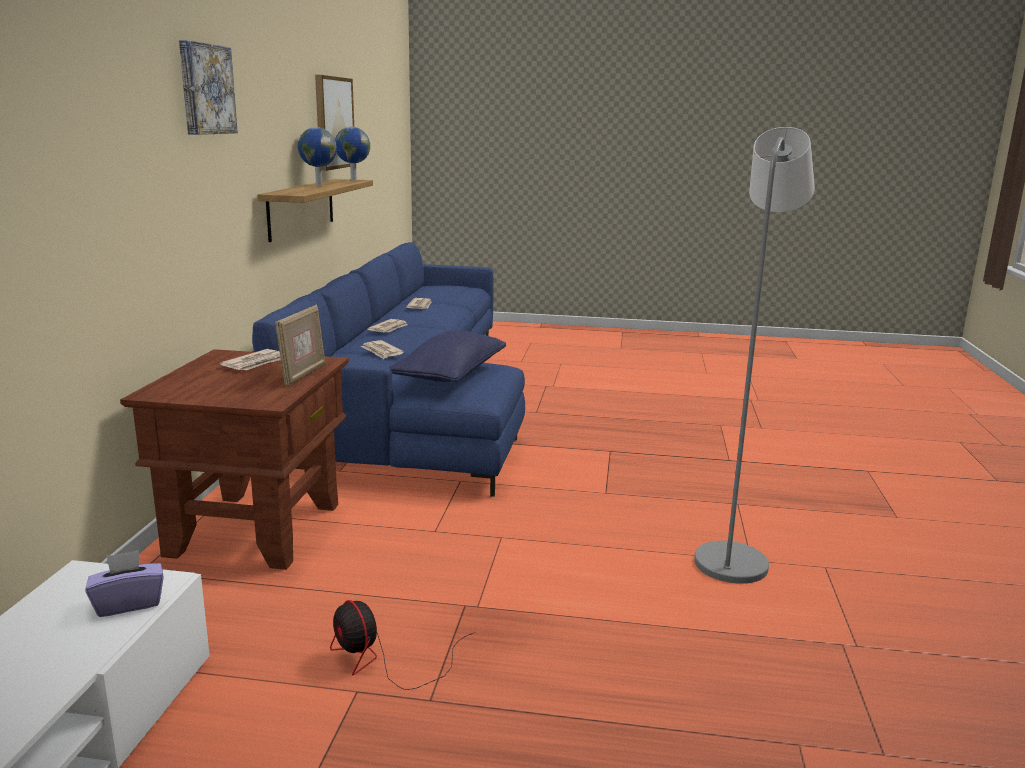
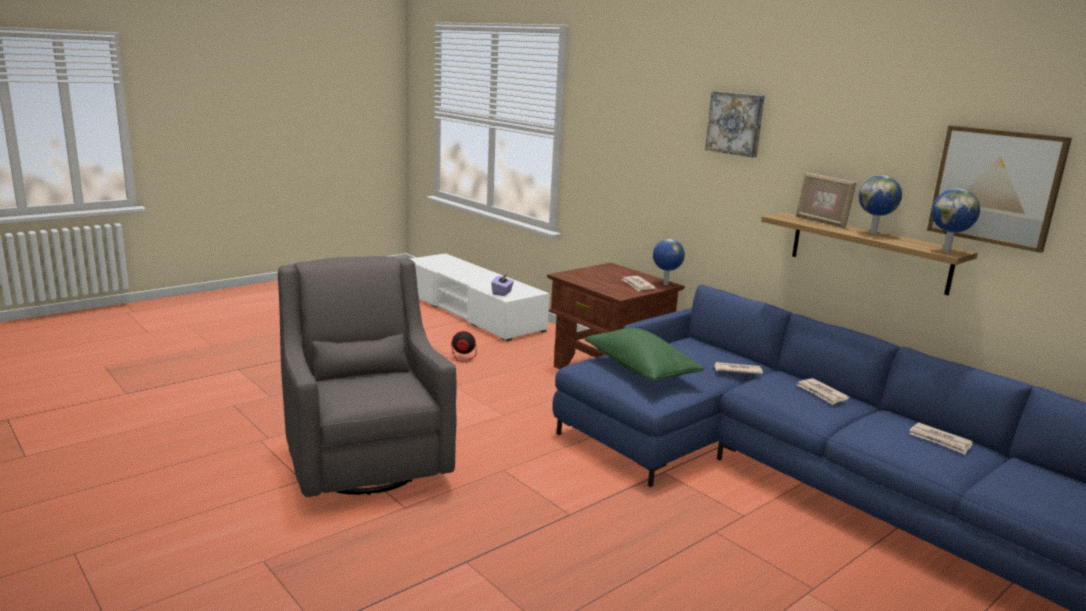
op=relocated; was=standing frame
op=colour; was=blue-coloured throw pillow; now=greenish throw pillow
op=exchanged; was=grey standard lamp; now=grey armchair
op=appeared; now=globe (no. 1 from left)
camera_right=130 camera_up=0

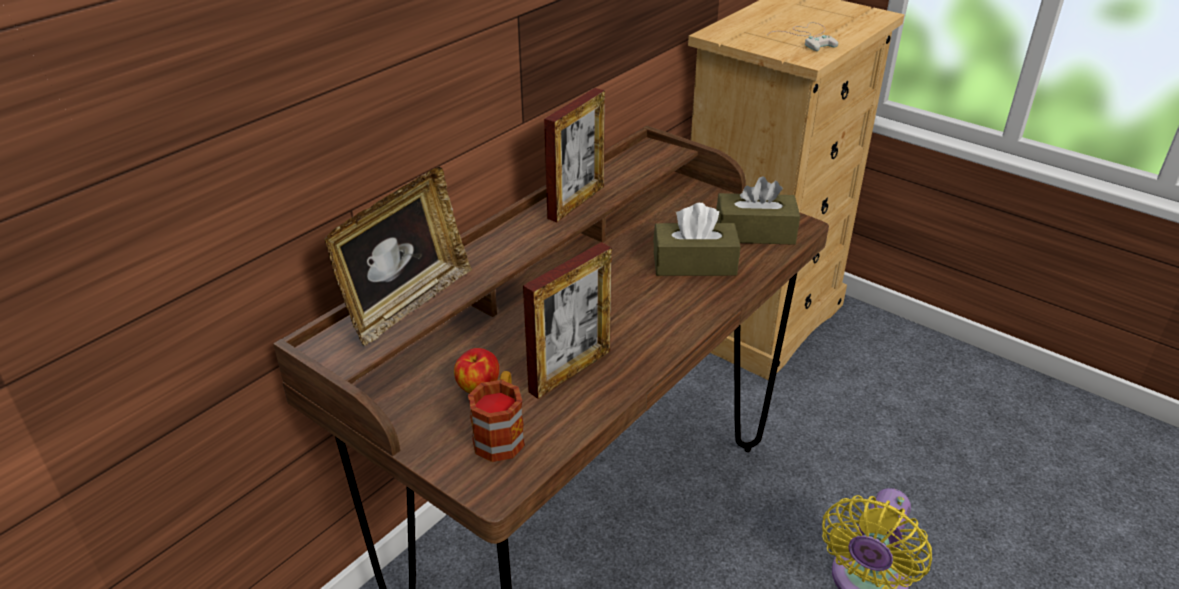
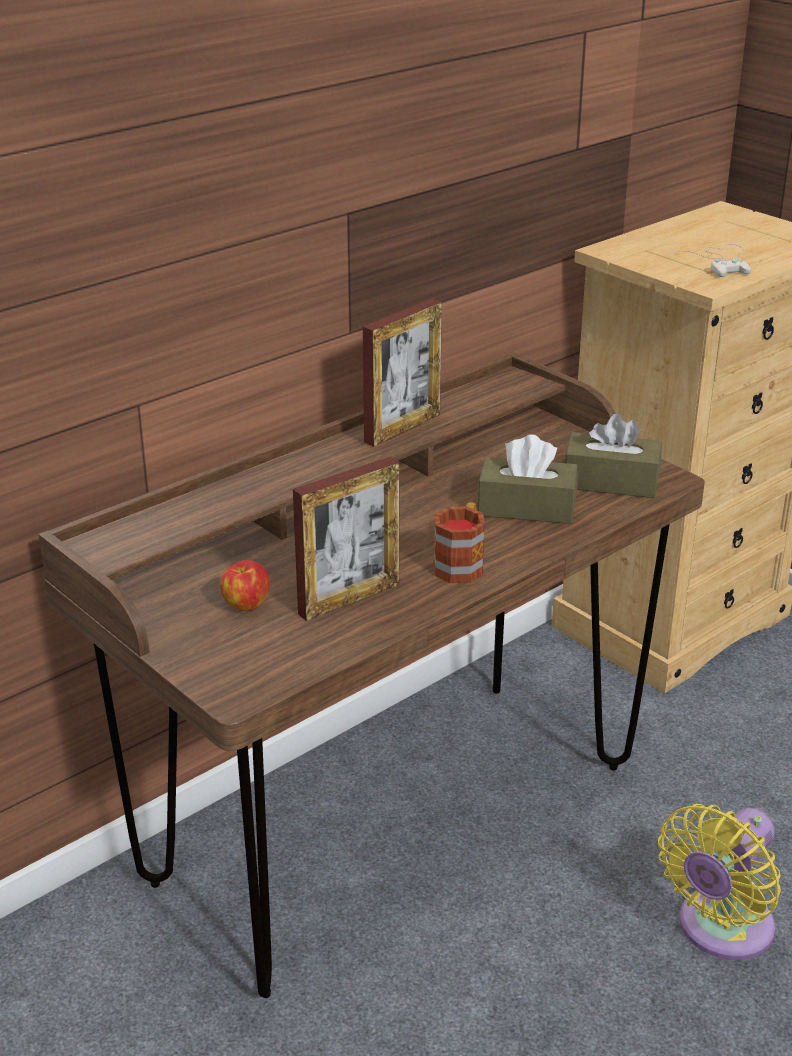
op=missing; was=standing frame (no. 1 from left)
op=relocated; was=coffee mug
camera_right=10 camera_up=-5

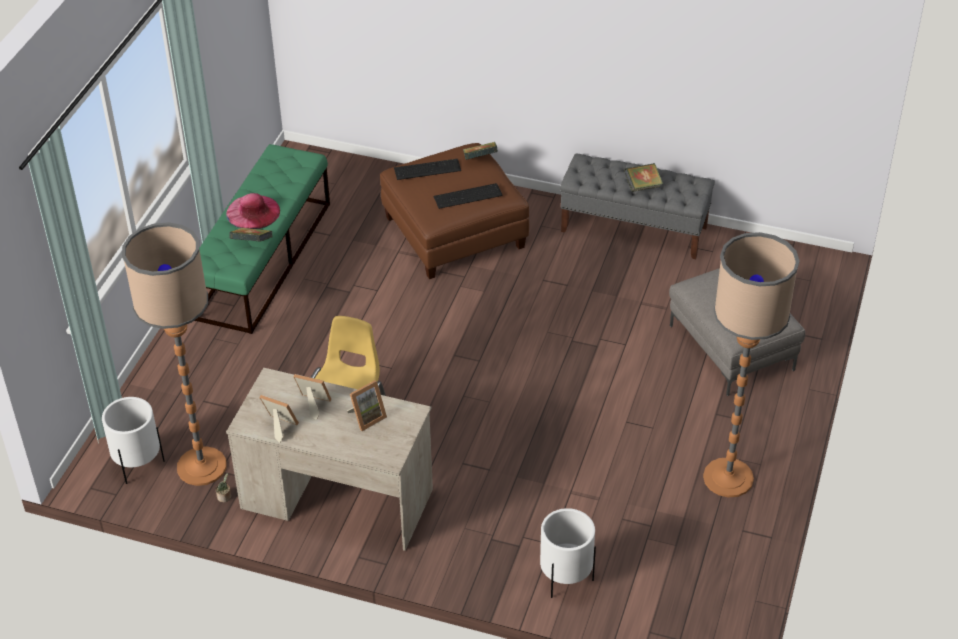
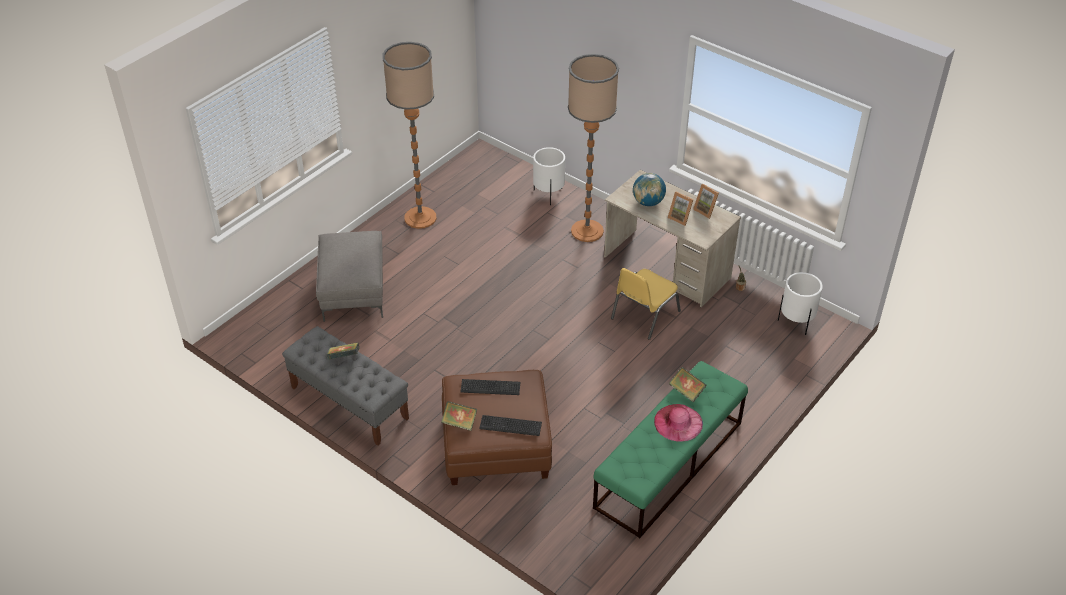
op=relocated; was=standard lamp (no. 1 from left in the first image); now=standard lamp (no. 2 from left)
op=exchanged; was=standing frame (no. 3 from left); now=globe
camera_right=-160 camera_up=0

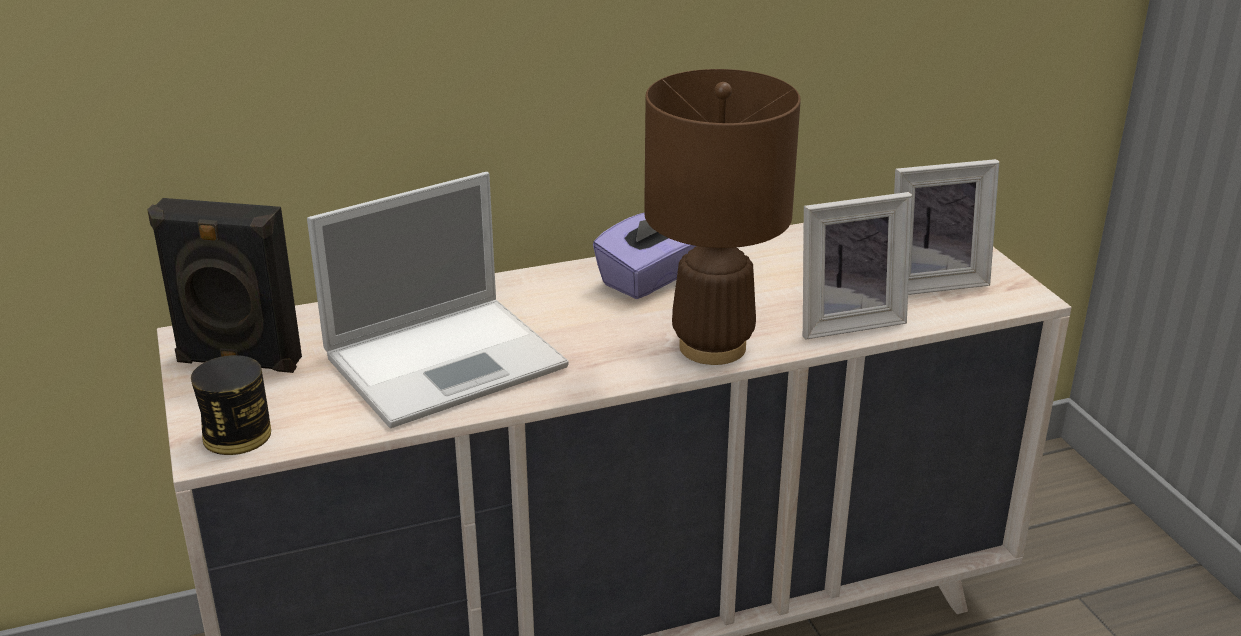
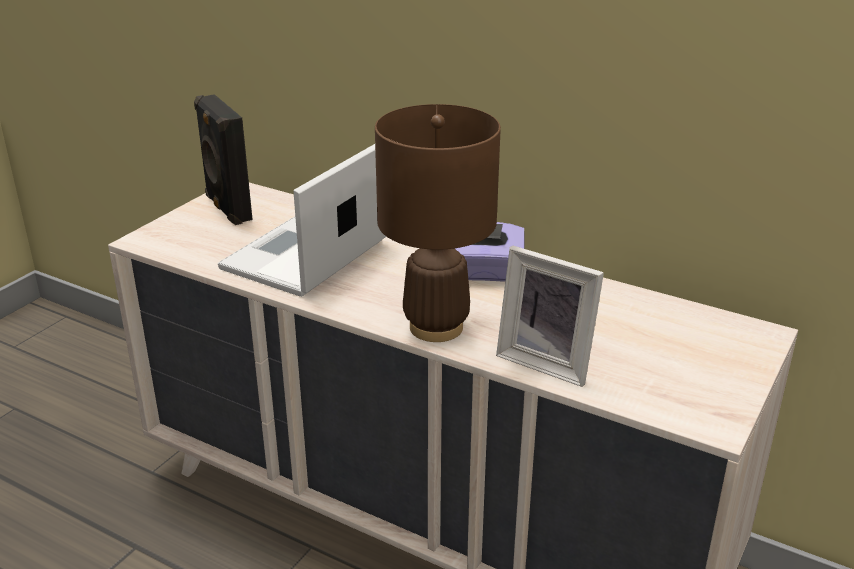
op=missing; was=sealed can
op=spun; was=notebook computer; clockwise=105
op=missing; was=standing frame (no. 2 from left)
camera_right=50 camera_up=0

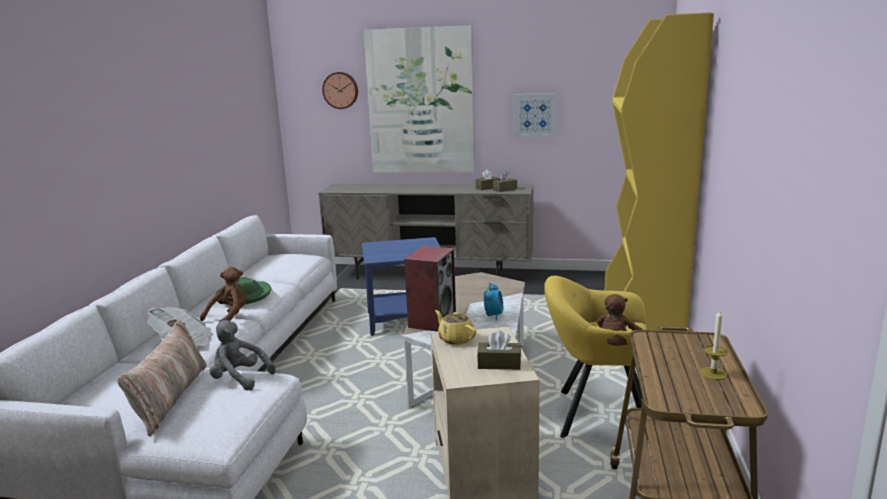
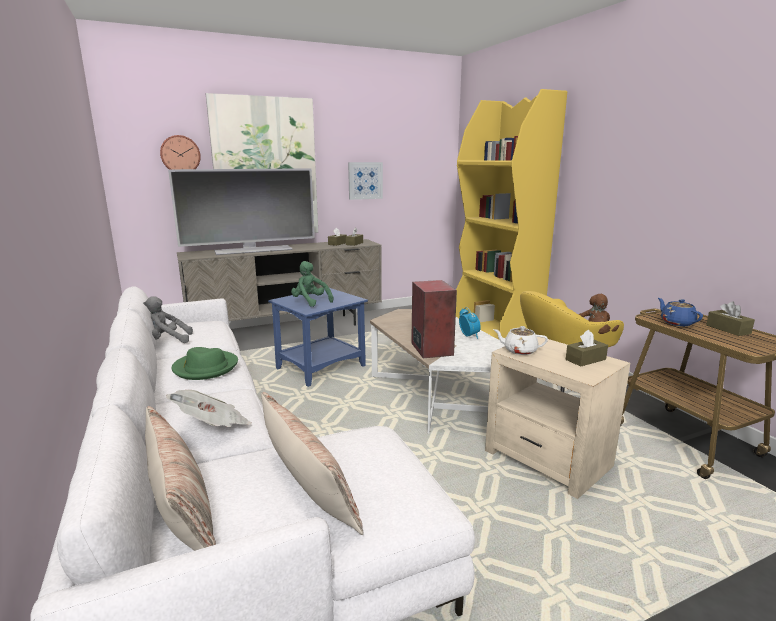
op=missing; was=brown plush toy (no. 1 from left)
op=relocated; was=grey plush toy
op=colour; was=yellow-coloured tea pot; now=whitish tea pot
op=exchanged; was=wax light; now=brown tissue box (no. 4 from left)
op=appeared; now=throw pillow (no. 1 from left)
op=appeared; now=TV
op=appeared; now=greenish plush toy
op=appeared; now=blue-coloured tea pot
camera_right=-35 camera_up=0

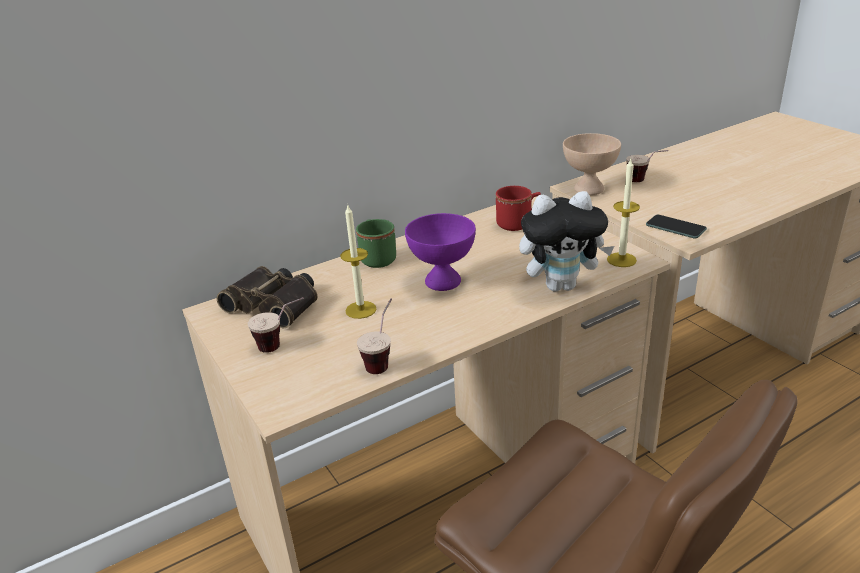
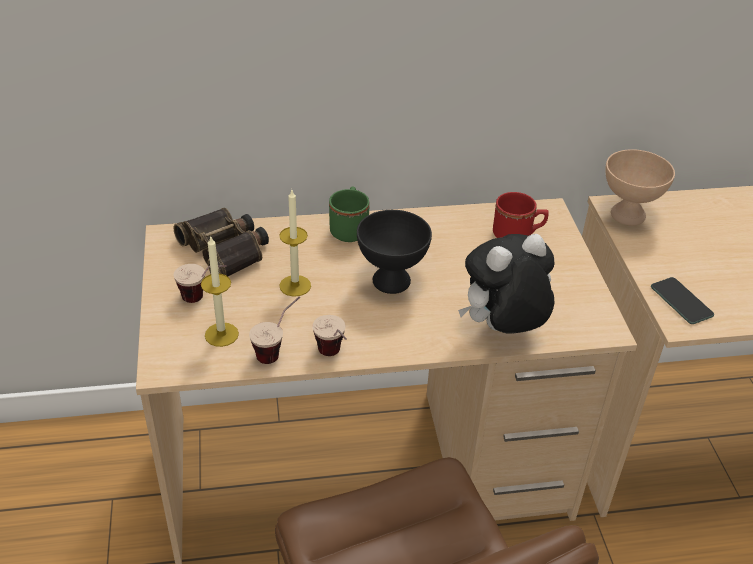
op=colour; was=purple-coloured bowl; now=black bowl
op=spun; was=plush toy; clockwise=135
op=relocated; was=wax light (no. 2 from left in the first image); now=wax light (no. 1 from left)
op=relocated; was=small cup (no. 3 from left)
camera_right=20 camera_up=10

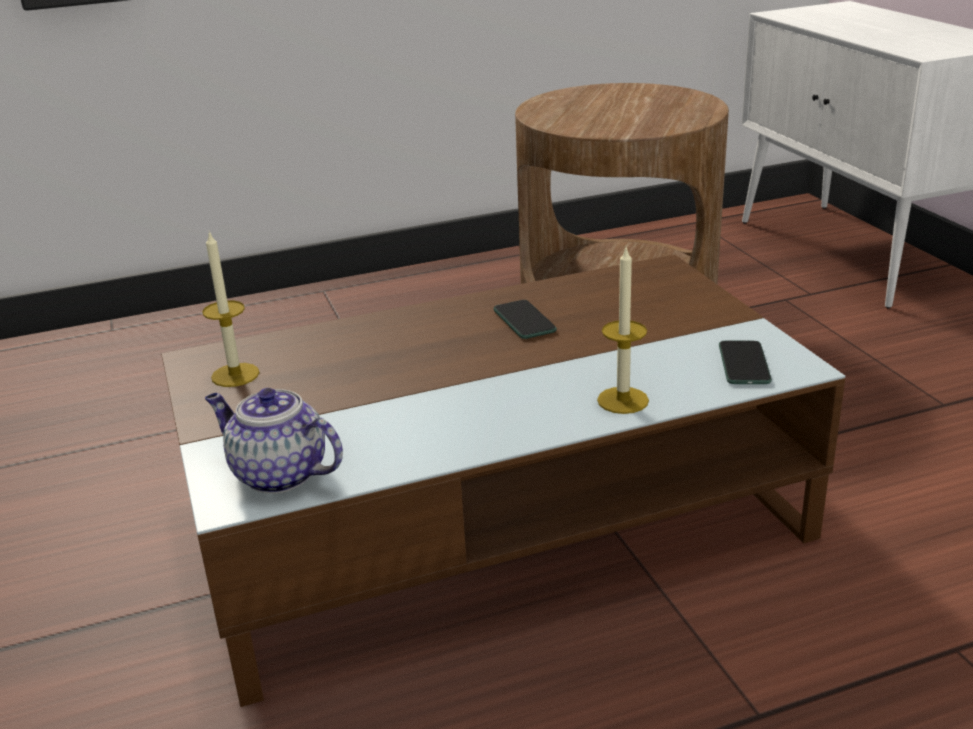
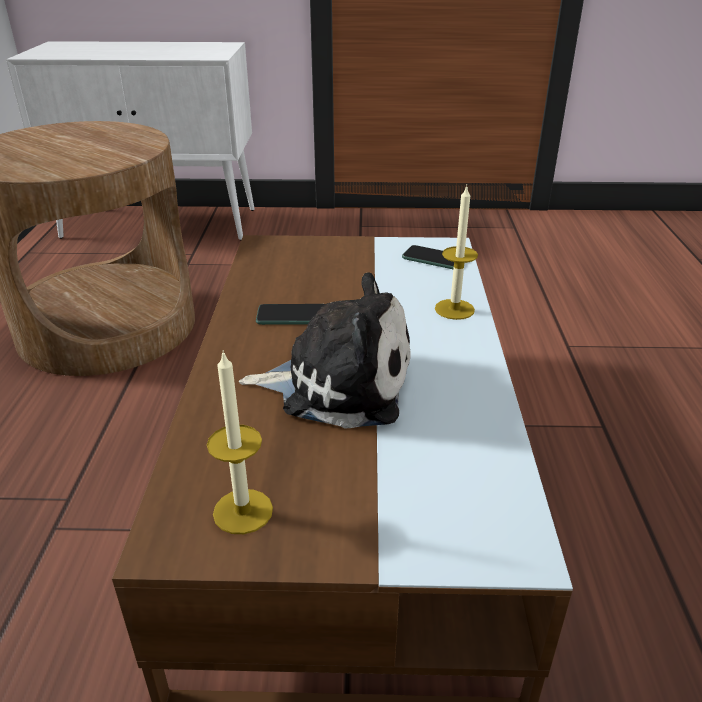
op=missing; was=tea pot
op=appeared; now=plush toy
camera_right=-70 camera_up=5

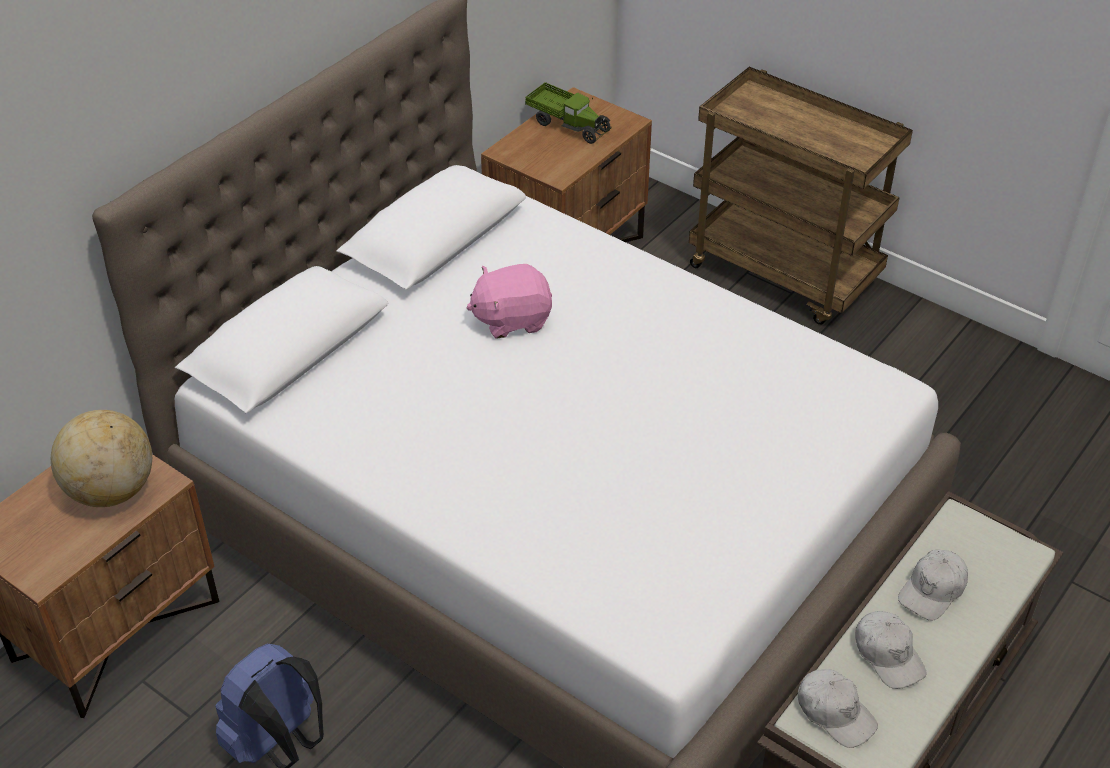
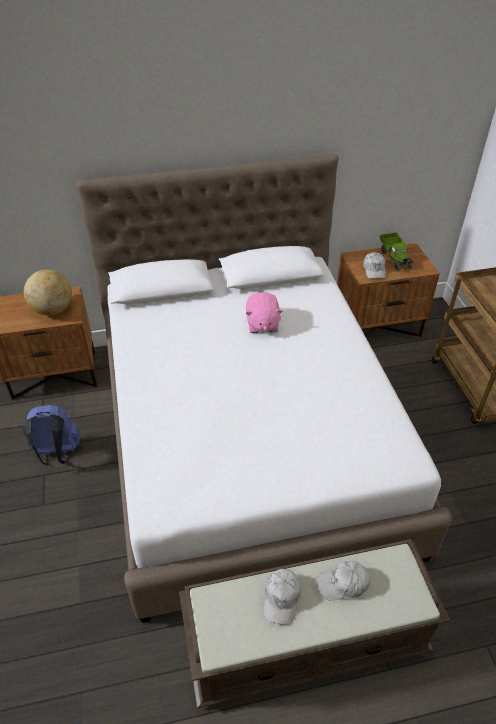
op=spun; was=pink plush toy; clockwise=-120
op=relocated; was=whitish cap (no. 1 from left in the first image); now=whitish cap (no. 3 from left)
camera_right=40 camera_up=0

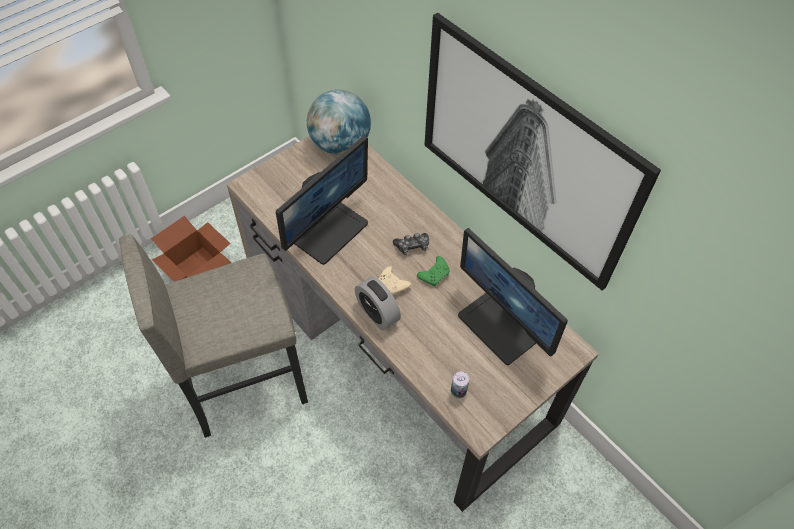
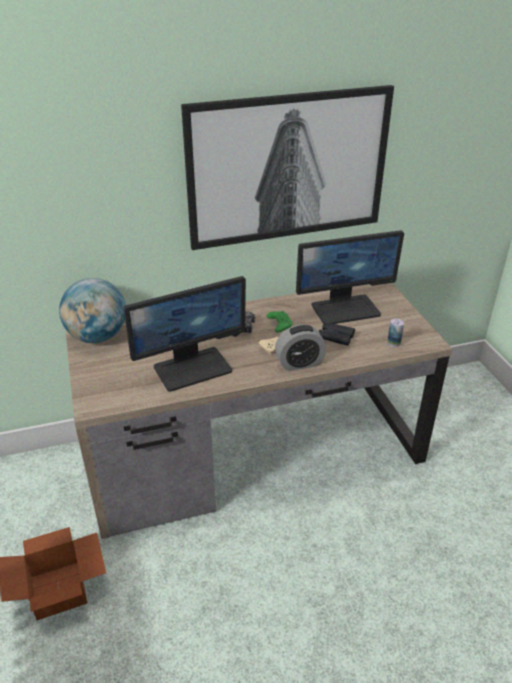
op=missing; was=grey stool seat
op=spun; was=computer display (no. 1 from left); clockwise=90
op=appeared; now=black binoculars
camera_right=-65 camera_up=-20

